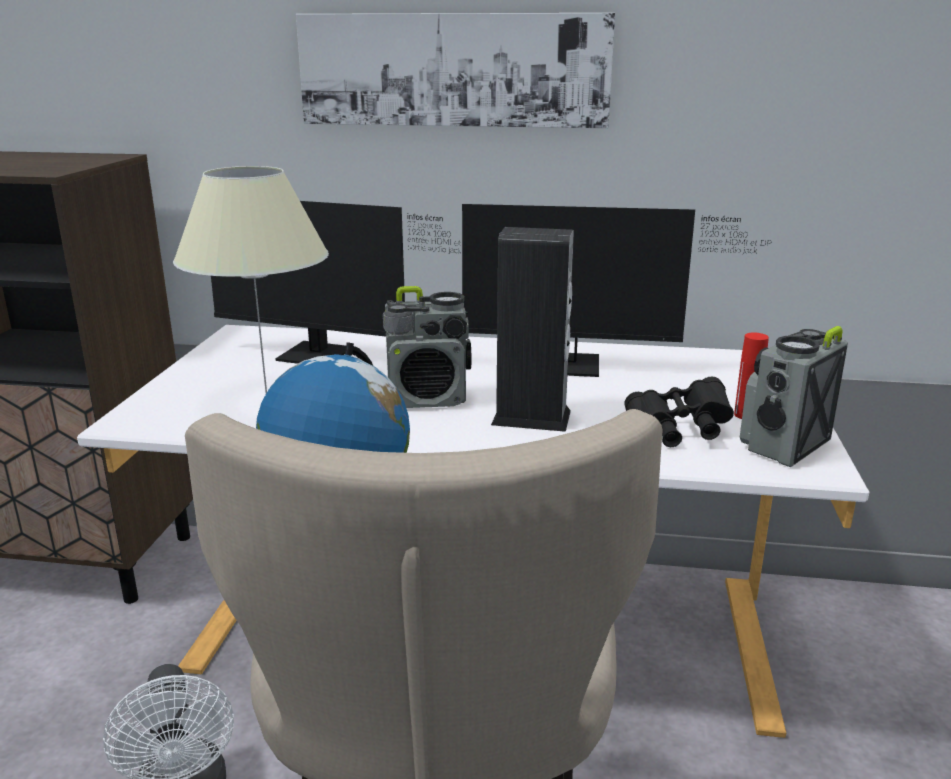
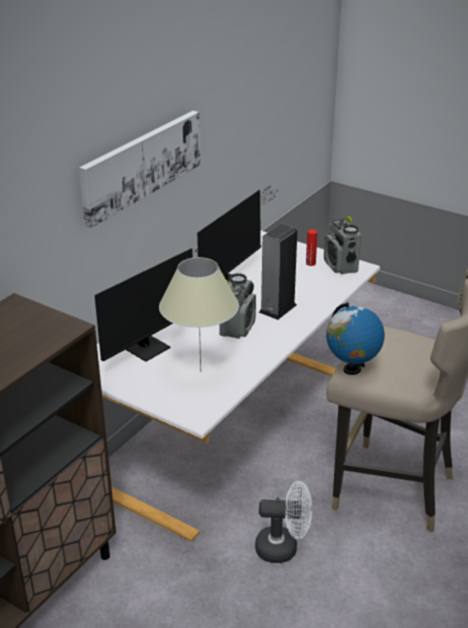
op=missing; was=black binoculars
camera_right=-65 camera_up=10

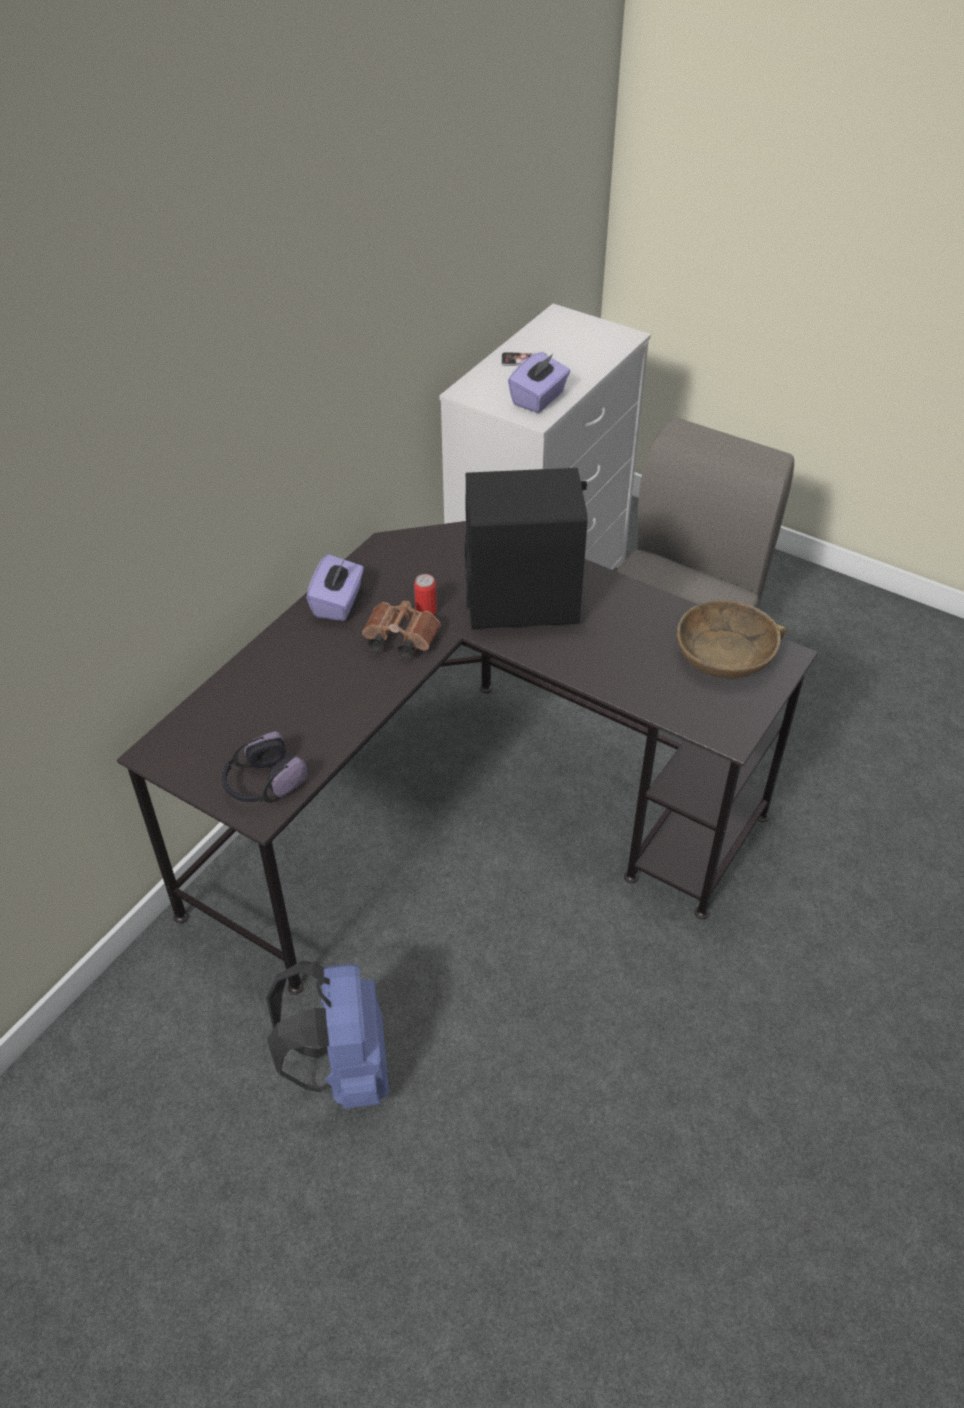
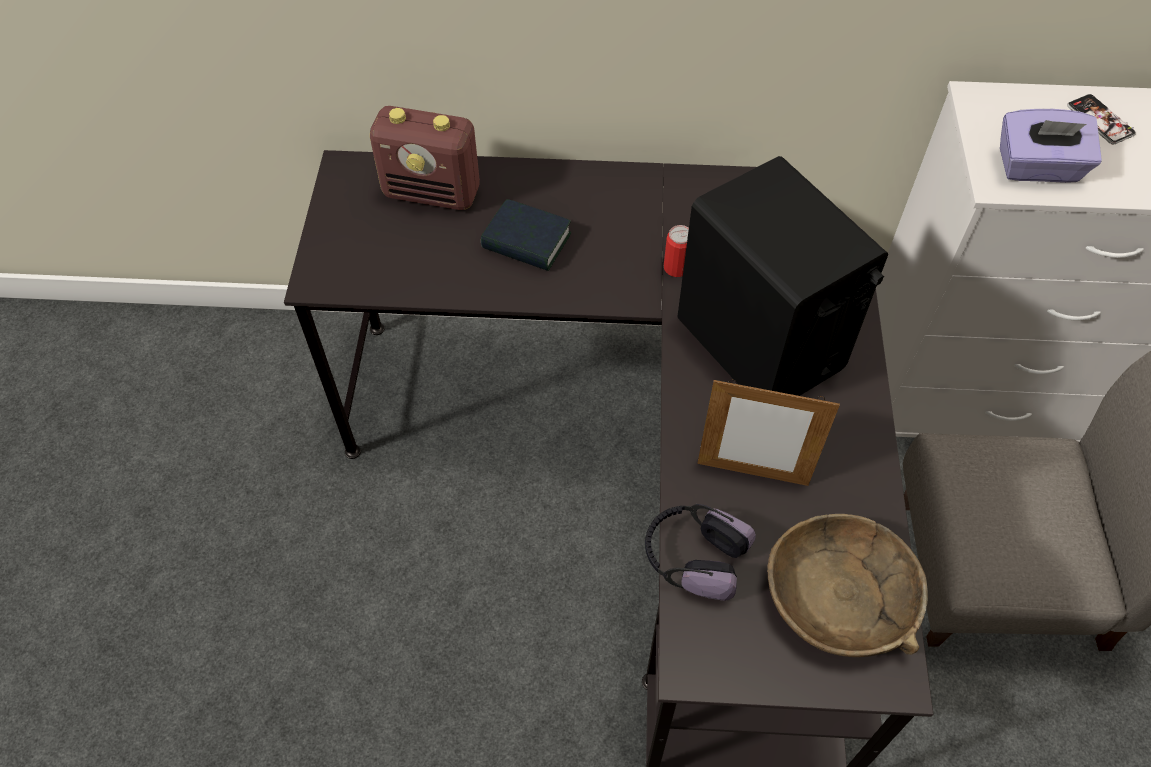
op=relocated; was=pair of headphones
op=missing; was=blue-coloured rucksack
op=missing; was=purple-coloured tissue box (no. 1 from left)
op=missing; was=brown binoculars
op=appeared; now=radio set
op=appeared; now=bound book
op=appeared; now=standing frame
camera_right=60 camera_up=10

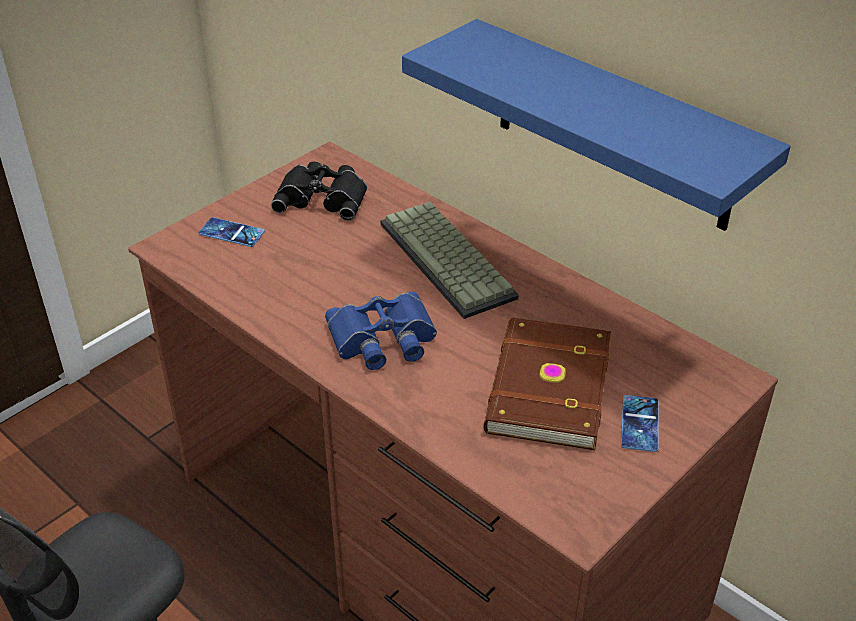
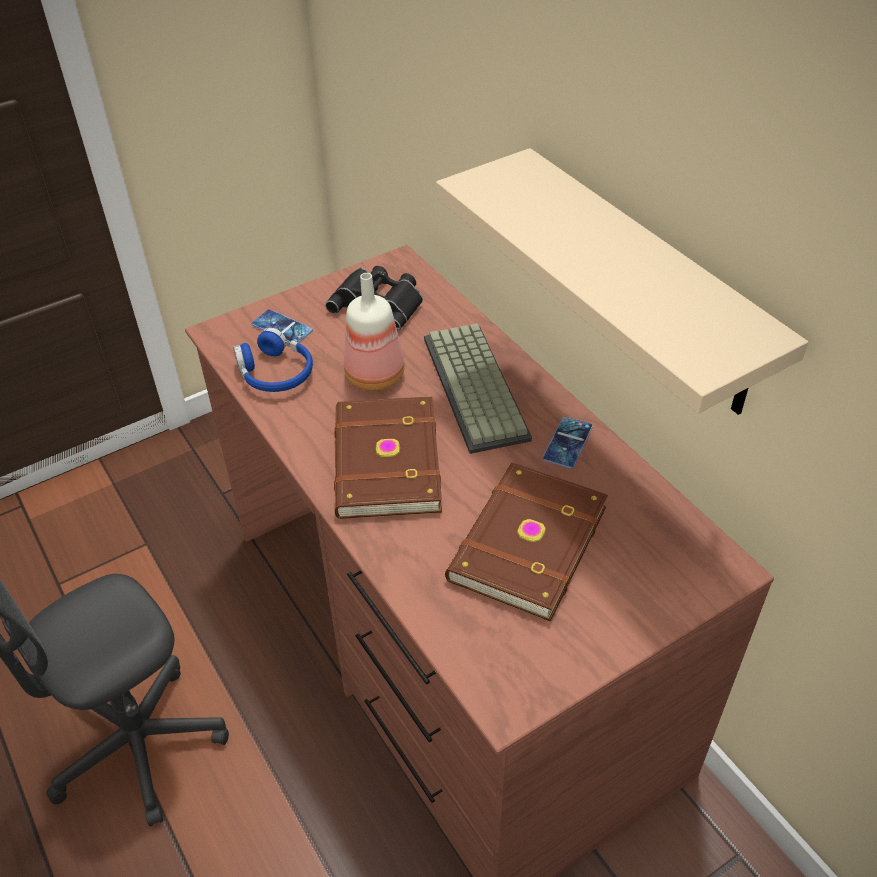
op=exchanged; was=blue-coloured binoculars; now=brown bound book (no. 1 from left)
op=colour; was=blue-coloured wall shelf; now=beige-coloured wall shelf
op=relocated; was=telephone (no. 2 from left)
op=appeared; now=blue-coloured pair of headphones
op=appeared; now=bottle
camera_right=15 camera_up=5

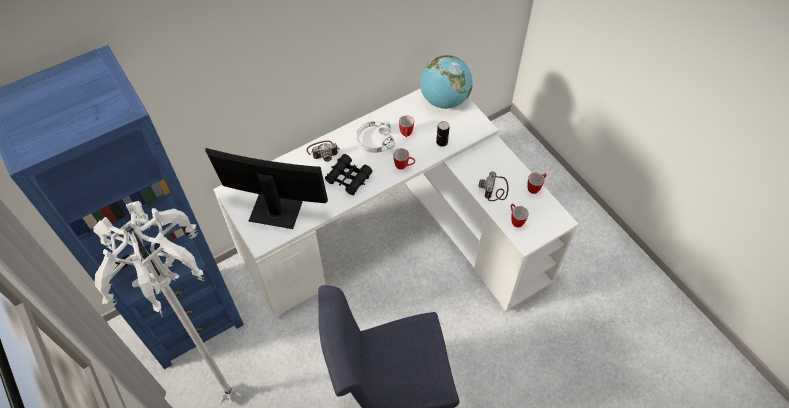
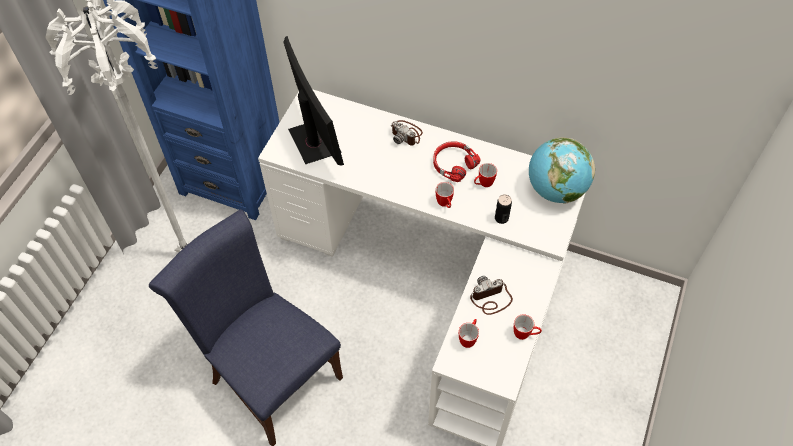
op=missing; was=black binoculars
op=colour; was=whitish pair of headphones; now=red-coloured pair of headphones
camera_right=55 camera_up=0

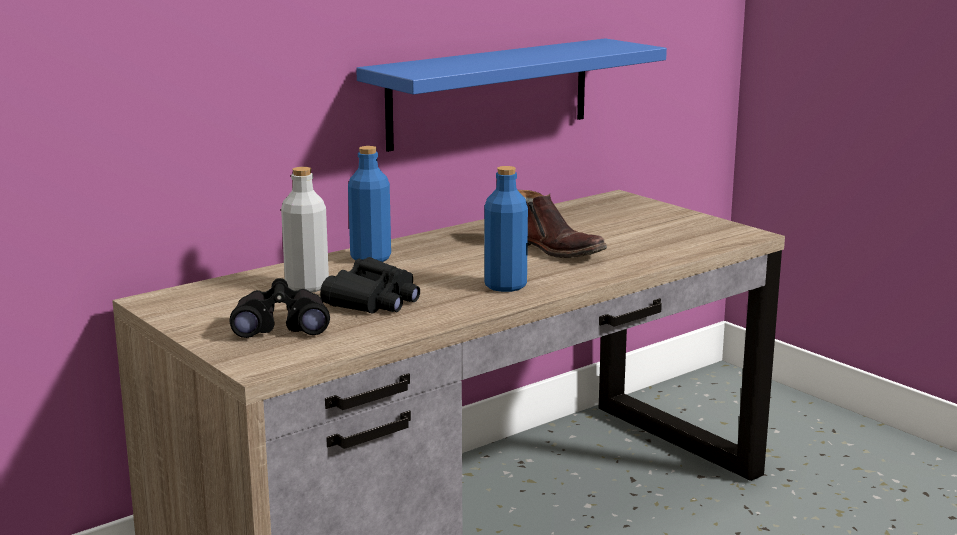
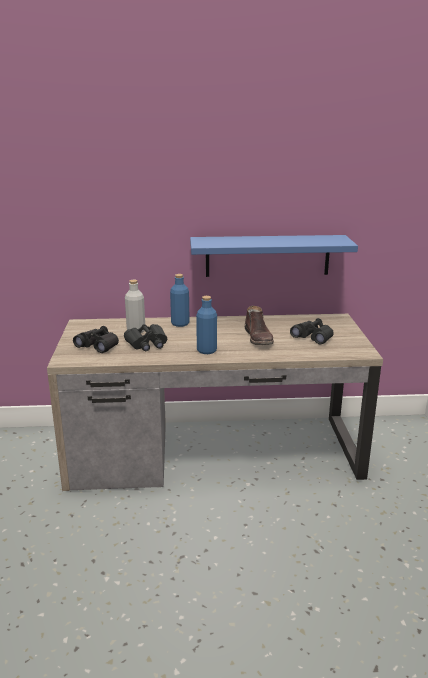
op=appeared; now=black binoculars (no. 3 from left)
camera_right=35 camera_up=5

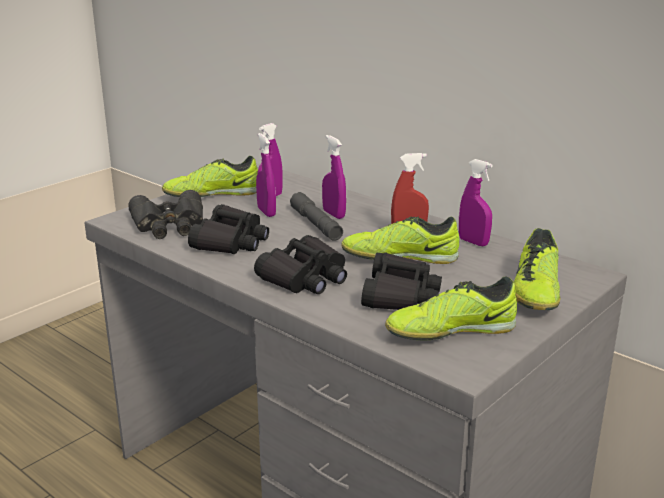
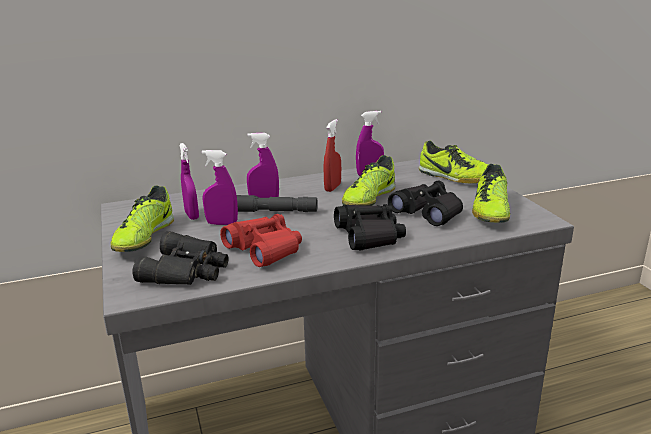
op=colour; was=black binoculars (no. 2 from left); now=red-coloured binoculars
camera_right=-60 camera_up=0

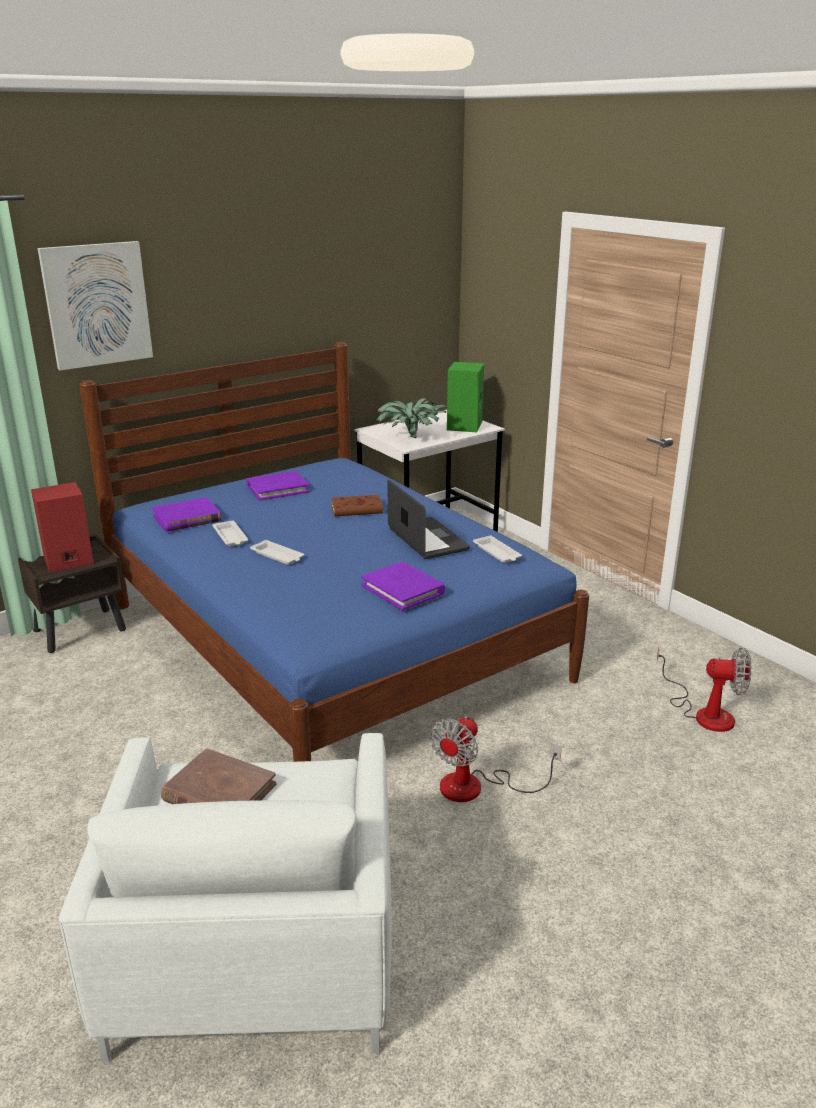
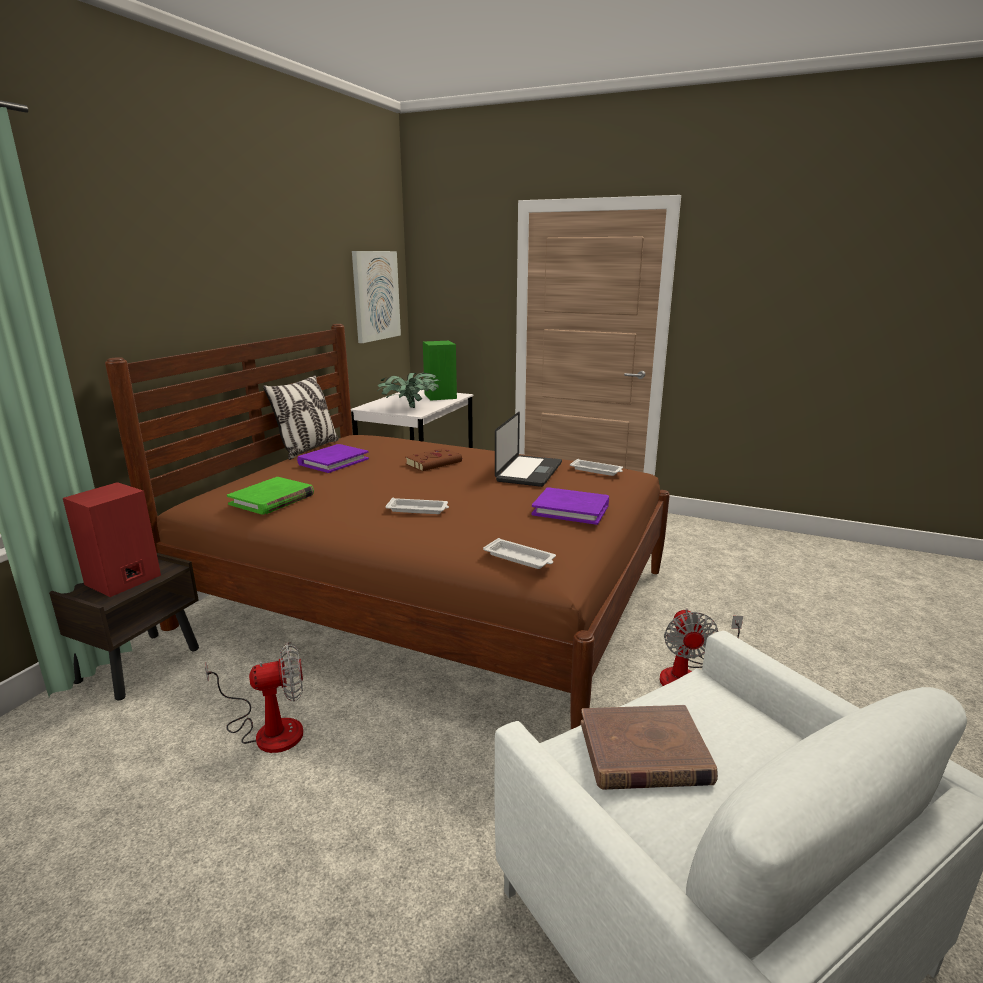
op=relocated; was=picture
op=colour; was=blue-coloured bed; now=brown bed
op=colour; was=purple-coloured bound book (no. 1 from left); now=greenish bound book
op=relocated; was=whitish serving tray (no. 1 from left in the first image); now=whitish serving tray (no. 2 from left)
op=spun; was=notebook computer; clockwise=75
op=relocated; was=electric fan (no. 2 from left in the first image); now=electric fan (no. 1 from left)
op=appeared; now=throw pillow
camera_right=-30 camera_up=-5

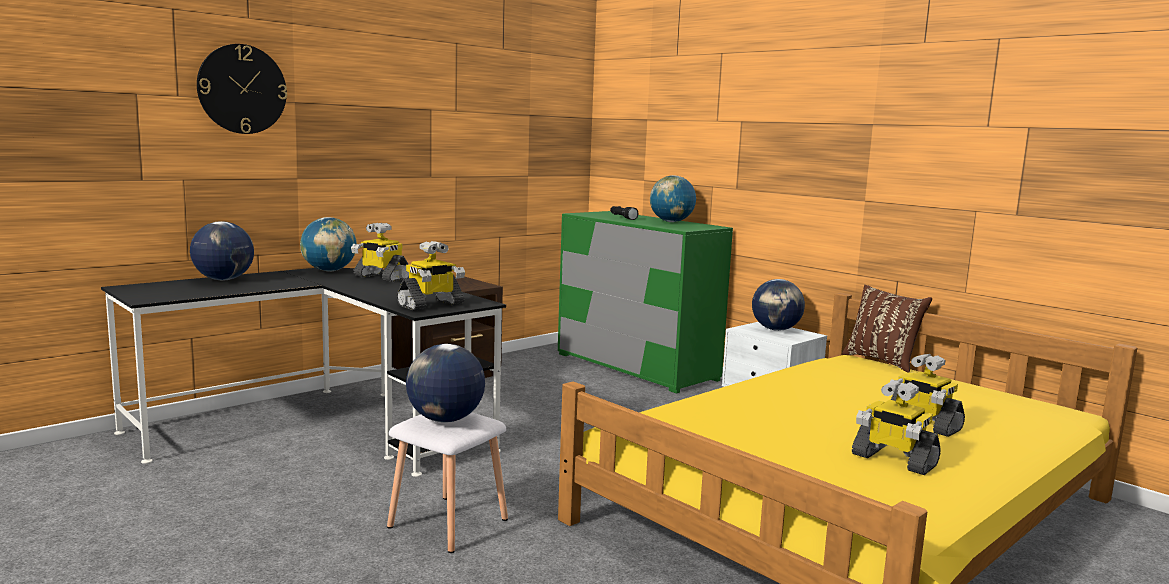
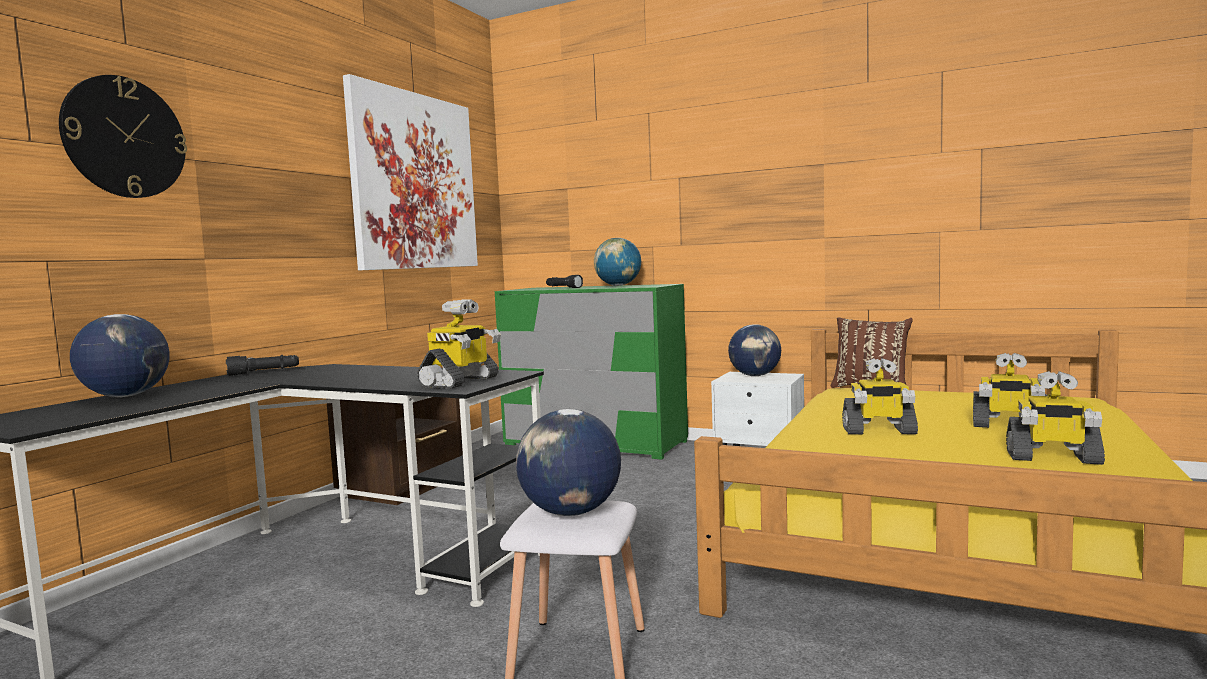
op=exchanged; was=globe (no. 2 from left); now=black hand torch (no. 1 from left)
op=relocated; was=toy robot (no. 1 from left in the first image); now=toy robot (no. 2 from left)
op=appeared; now=picture
camera_right=-20 camera_up=-5

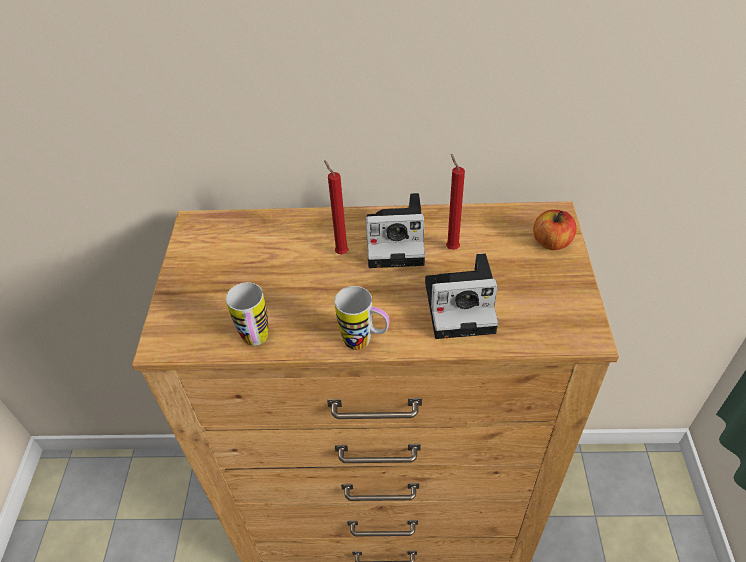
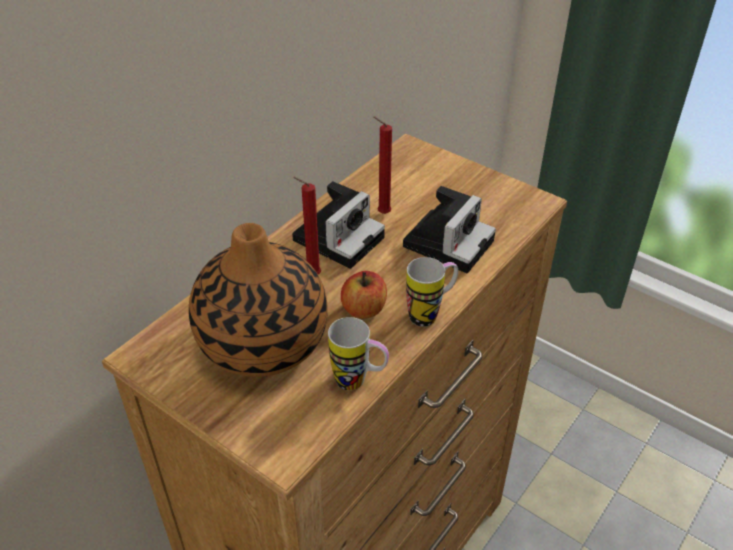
op=relocated; was=whole apple
op=appeared; now=decorative vase
camera_right=-55 camera_up=-5

